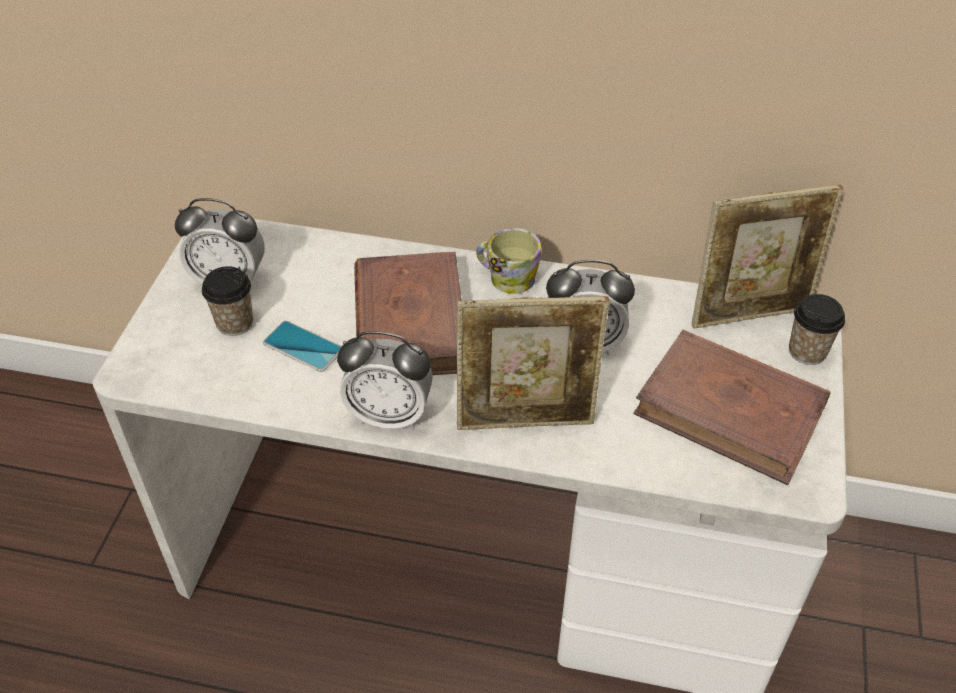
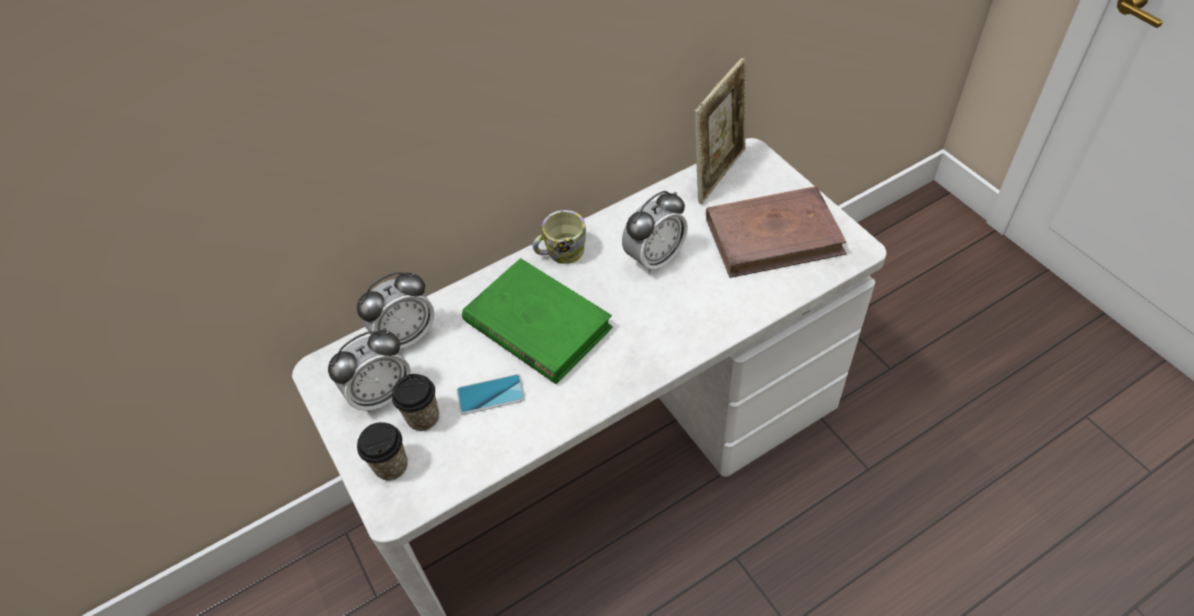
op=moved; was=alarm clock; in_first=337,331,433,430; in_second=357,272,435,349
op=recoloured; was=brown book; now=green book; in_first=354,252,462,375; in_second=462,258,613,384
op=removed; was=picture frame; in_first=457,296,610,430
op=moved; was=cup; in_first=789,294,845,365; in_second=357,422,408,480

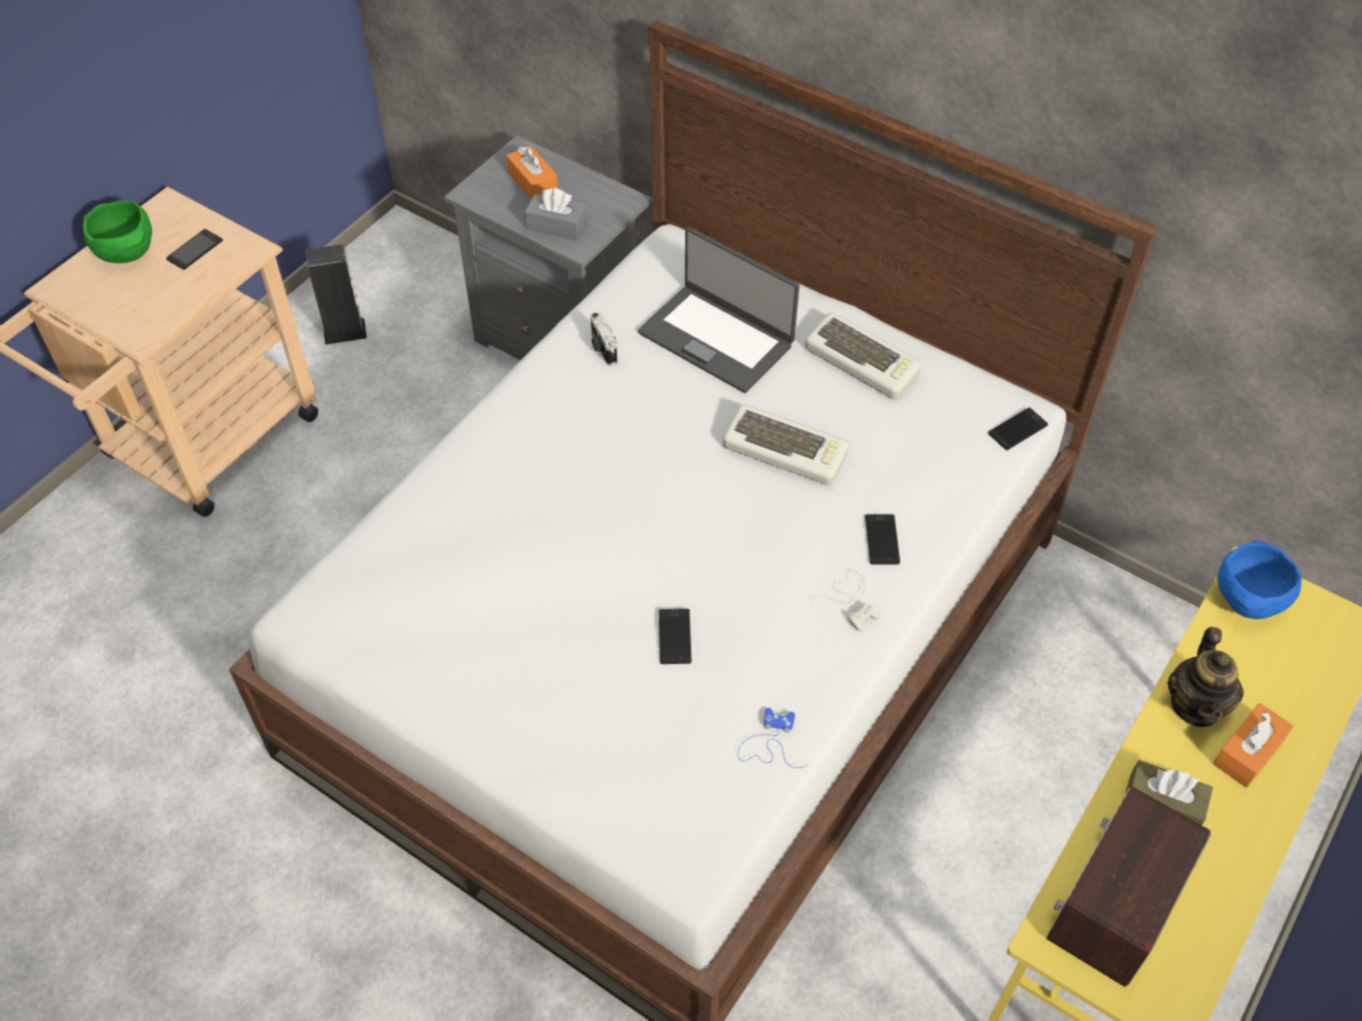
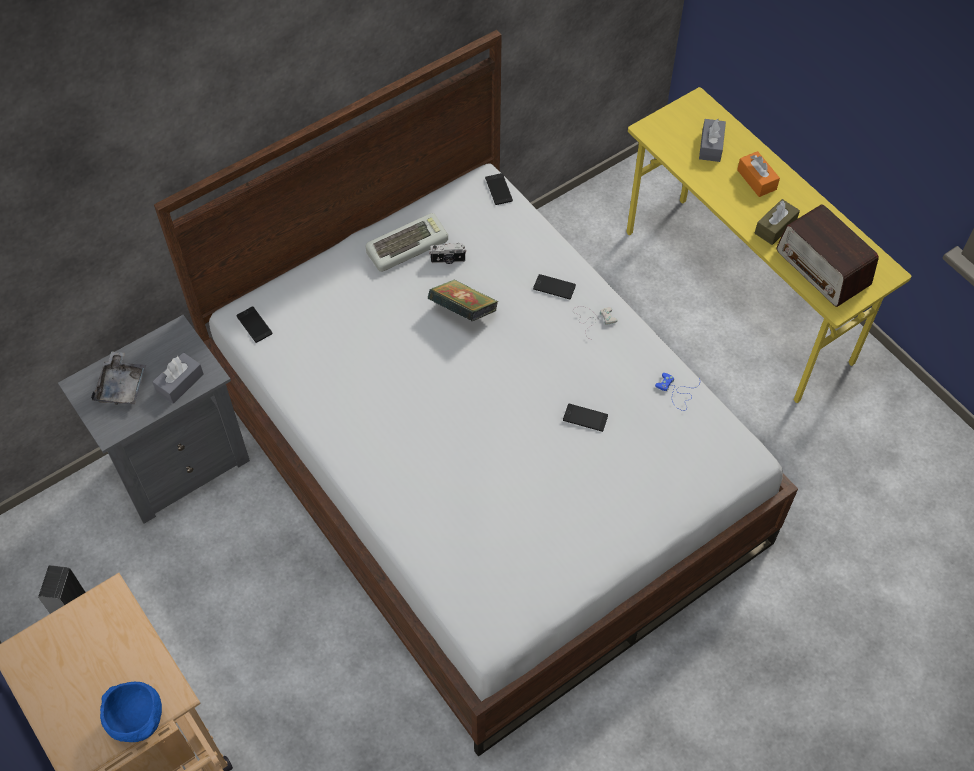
op=removed; was=green bowl; in_first=83,201,152,263
op=moved; was=phone; in_first=166,229,223,270; in_second=236,307,273,343
op=replaced; was=orange tissue box; now=grey tray; in_first=506,146,558,200; in_second=91,351,146,405
op=moved; was=photo camera; in_first=590,312,617,366; in_second=429,243,467,264
op=removed; was=laptop; in_first=638,227,800,393
op=replaced; was=keyboard; now=book; in_first=723,404,849,485; in_second=428,279,498,322
op=removed; was=teapot; in_first=1167,627,1244,727
op=moved; was=blue bowl; in_first=1217,540,1301,619; in_second=100,682,162,742
op=added; now=grey tissue box; in_second=699,119,726,162

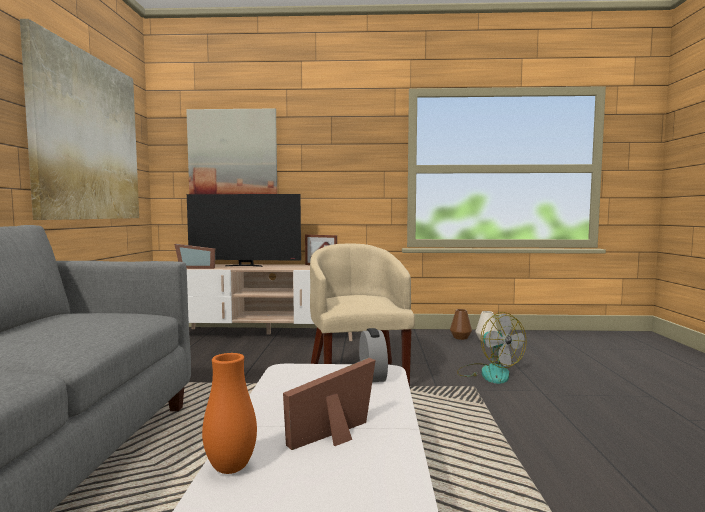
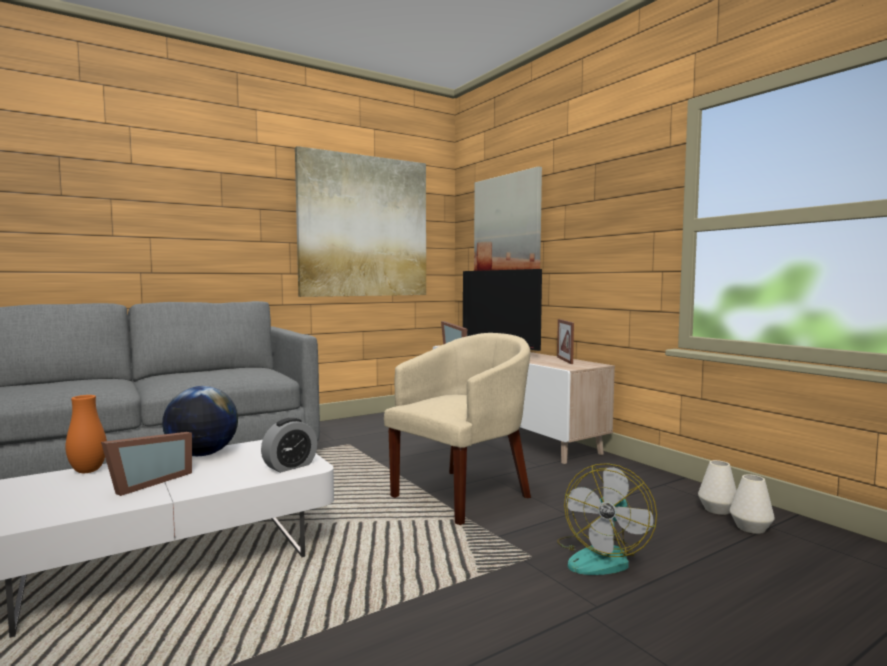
op=turned; was=picture frame; in_first=283,358,376,450; in_second=101,432,192,496; clockwise=105
op=recoloured; was=brown vase; now=white vase; in_first=450,309,472,340; in_second=698,460,737,515
op=added; now=globe; in_second=162,386,238,456

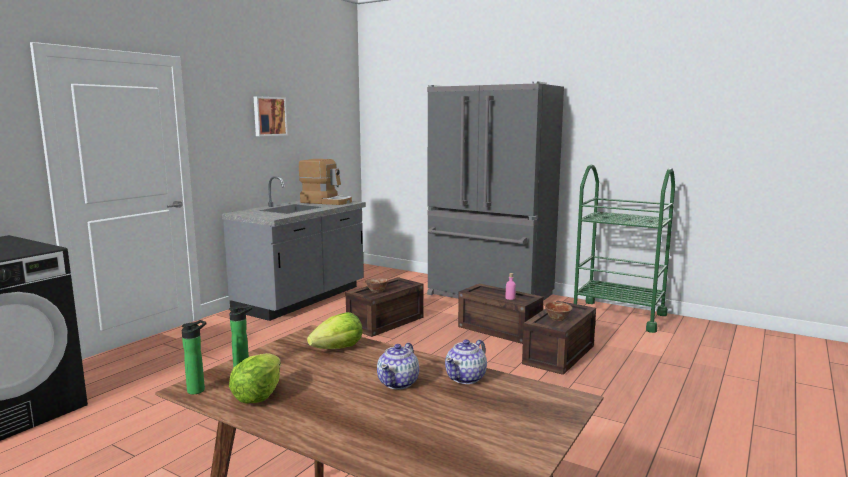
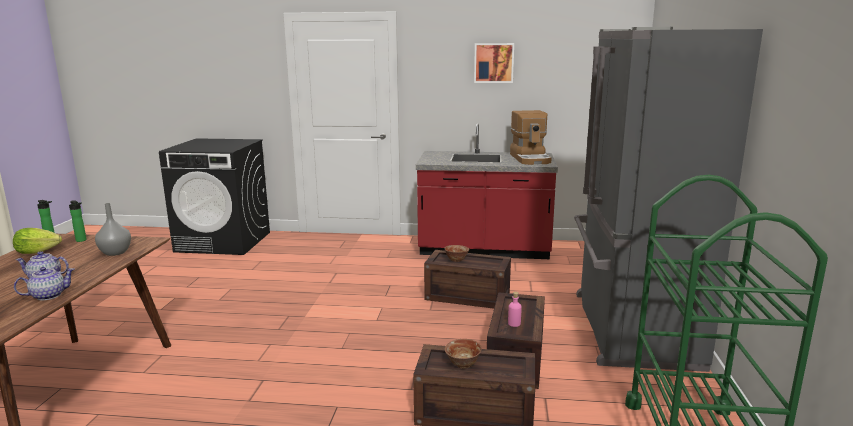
op=recoloured; was=grey counter; now=red counter; in_first=222,176,366,321; in_second=416,123,558,259
op=replaced; was=lettuce; now=grey vase; in_first=307,312,363,349; in_second=95,203,131,256
op=turned; was=teapot; in_first=445,339,487,384; in_second=14,267,75,300; clockwise=135

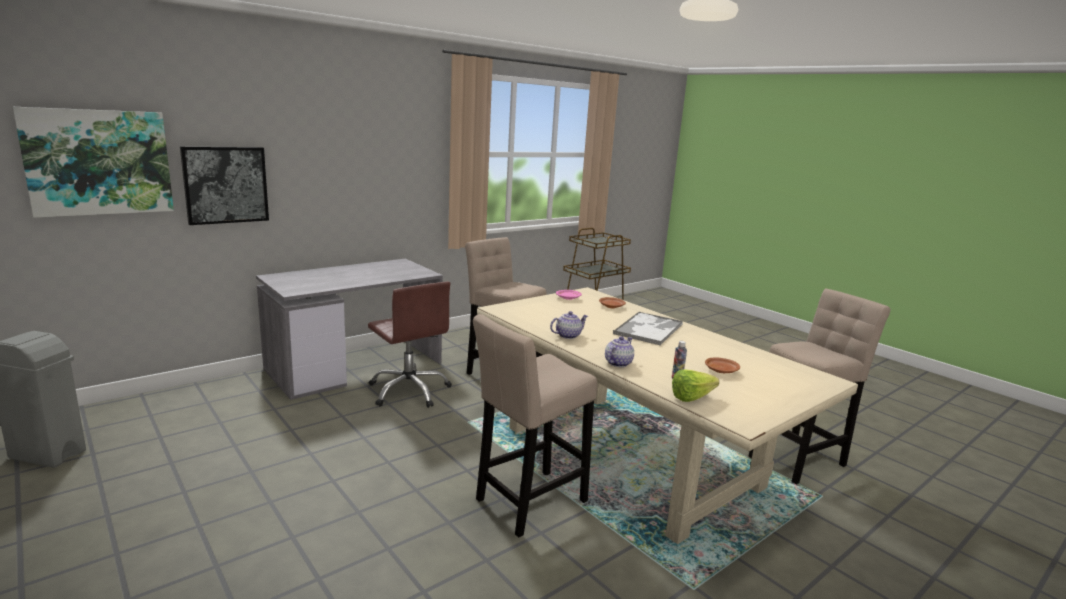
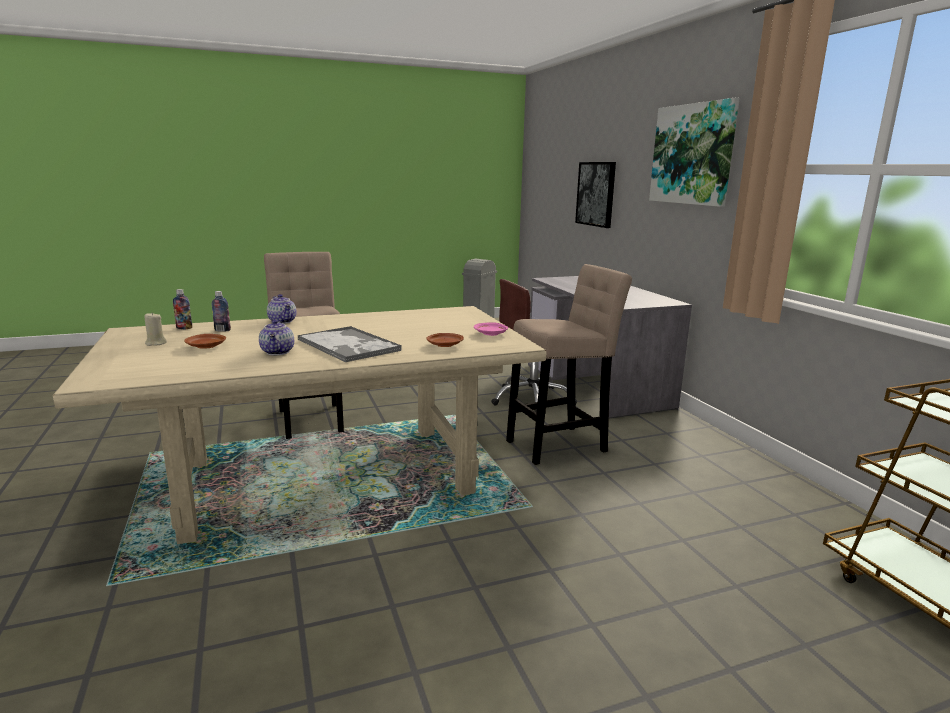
op=moved; was=picture; in_first=13,107,174,218; in_second=649,98,740,207
op=moved; was=teapot; in_first=550,311,588,339; in_second=259,320,294,355
op=replaced; was=lettuce; now=bottle; in_first=672,369,719,402; in_second=173,289,192,329
op=removed; was=beige stool; in_first=748,289,891,484
op=added; now=beige candle; in_second=144,313,167,346

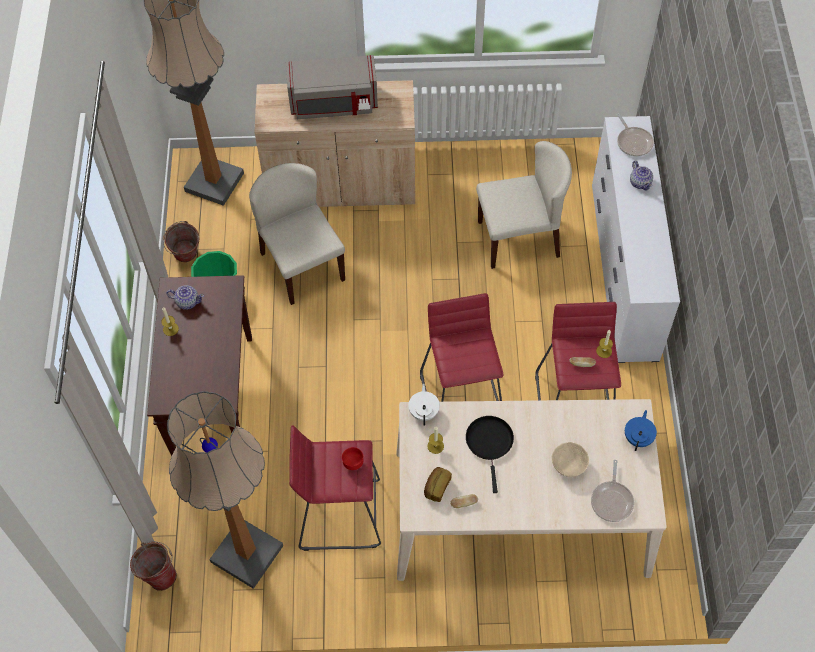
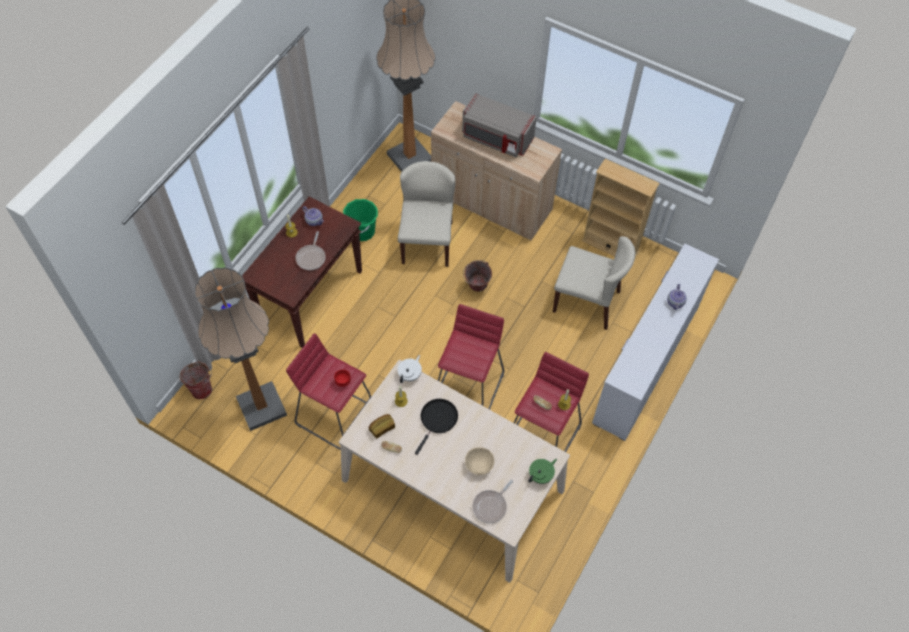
op=moved; was=bucket; in_first=163,221,200,262; in_second=463,260,492,292
op=moved; was=frying pan; in_first=617,113,654,157; in_second=296,231,326,270
op=recoloured; was=blue teapot; now=green teapot; in_first=625,410,657,451; in_second=528,459,557,484
op=added; now=beige bookcase; in_second=582,159,660,257

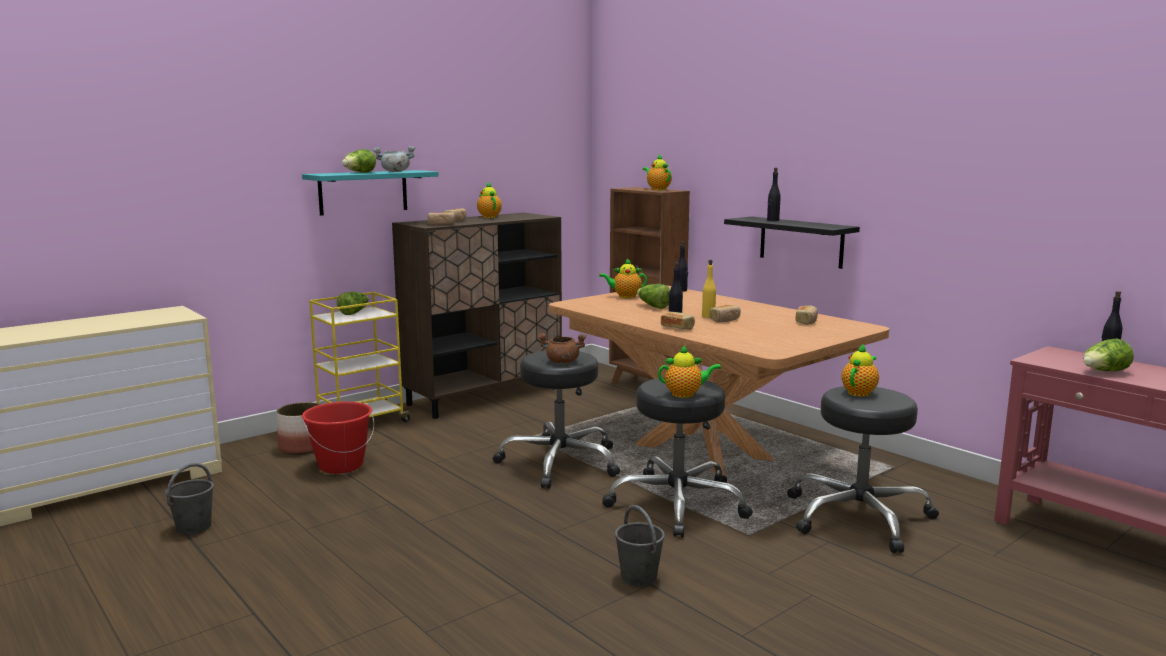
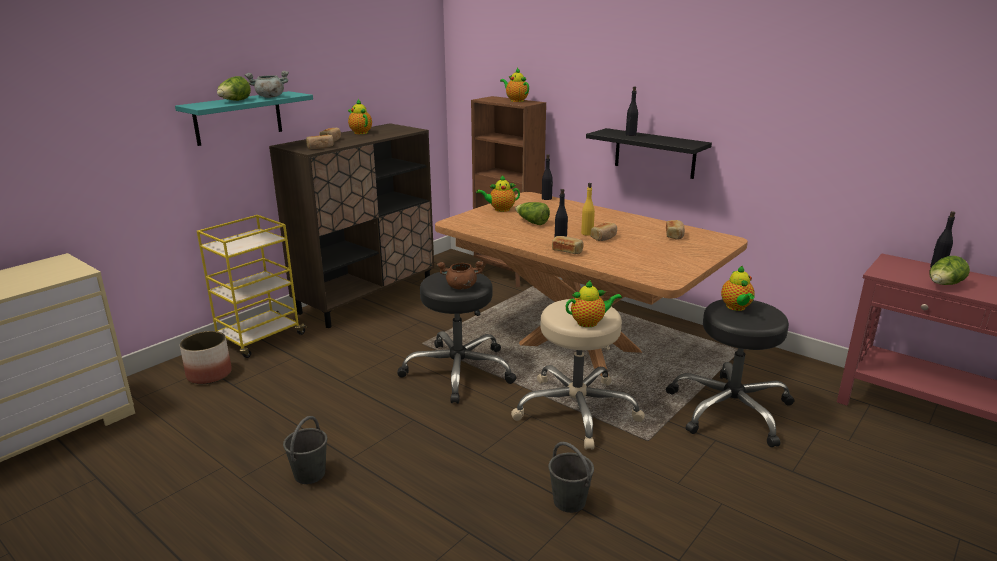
op=moved; was=grey bucket; in_first=165,463,214,535; in_second=283,416,327,484
op=removed; was=red bucket; in_first=302,402,374,474
op=removed; was=lettuce; in_first=337,292,369,315
op=recoloured; was=black stool; now=beige stool; in_first=603,377,753,537; in_second=511,299,645,450
op=turned; was=teapot; in_first=841,343,879,397; in_second=721,266,755,311; clockwise=150

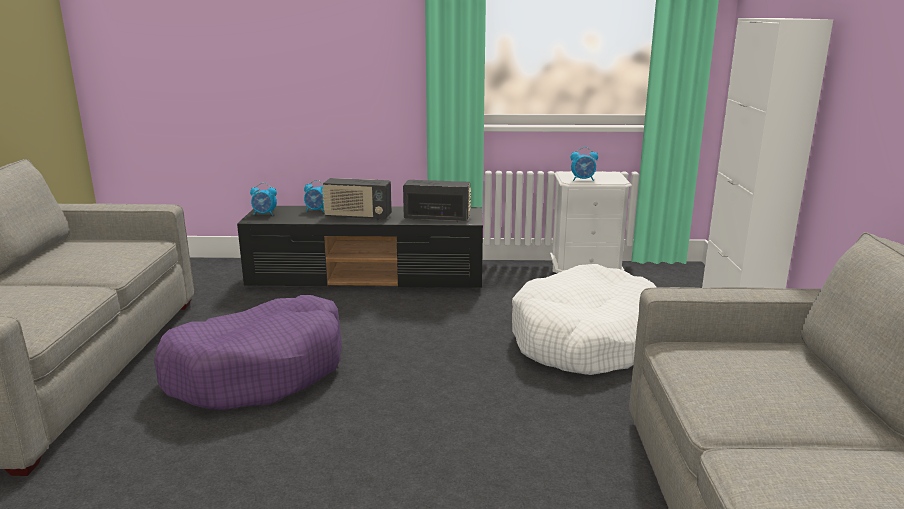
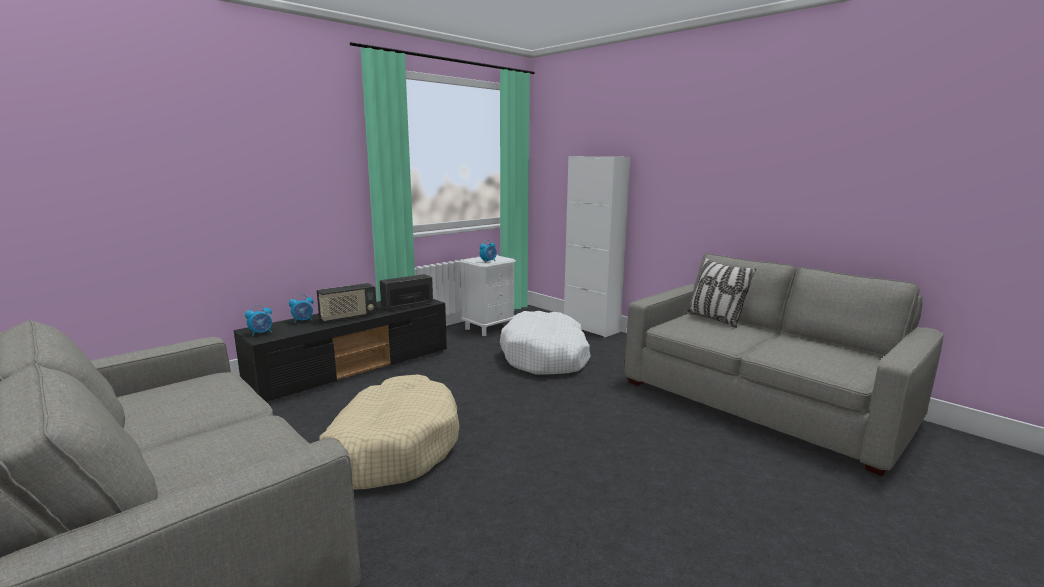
op=recoloured; was=purple dog bed; now=beige dog bed; in_first=154,295,342,410; in_second=319,374,460,490
op=added; now=pillow; in_second=686,258,756,328

